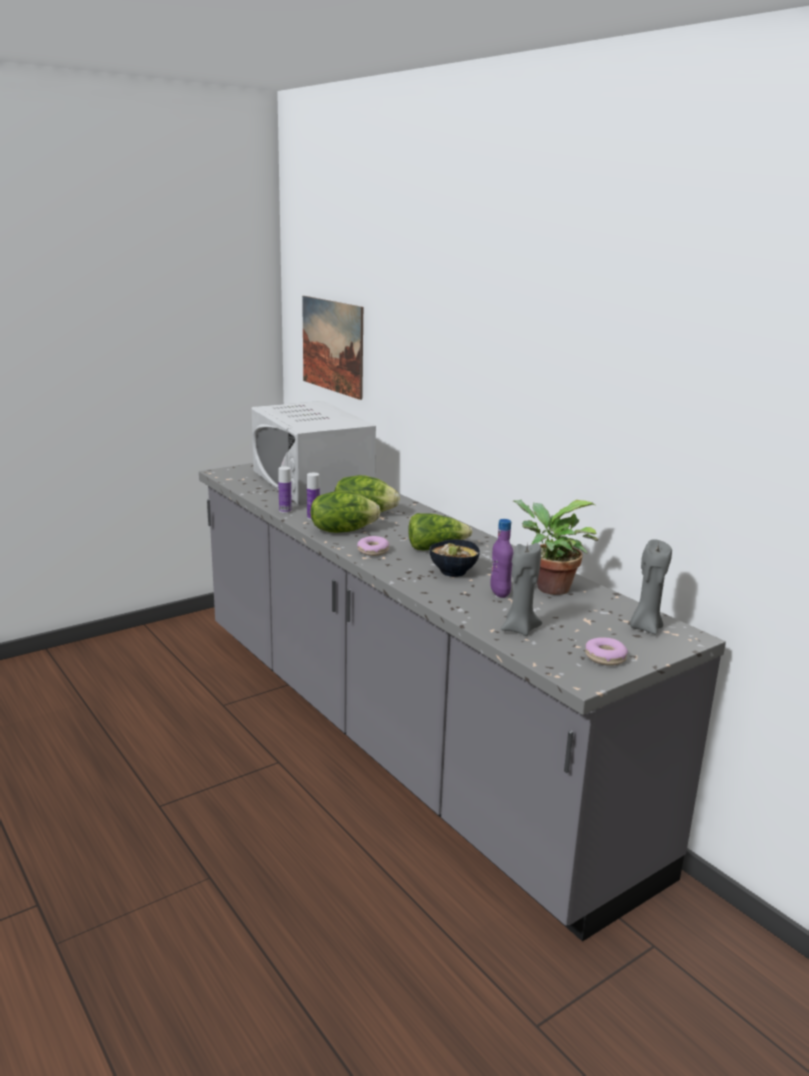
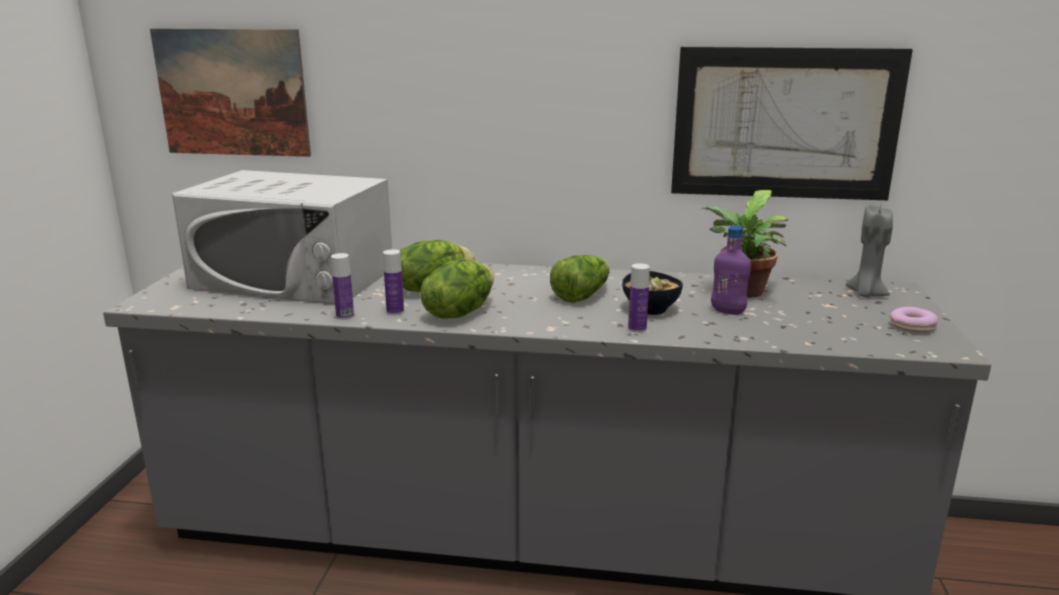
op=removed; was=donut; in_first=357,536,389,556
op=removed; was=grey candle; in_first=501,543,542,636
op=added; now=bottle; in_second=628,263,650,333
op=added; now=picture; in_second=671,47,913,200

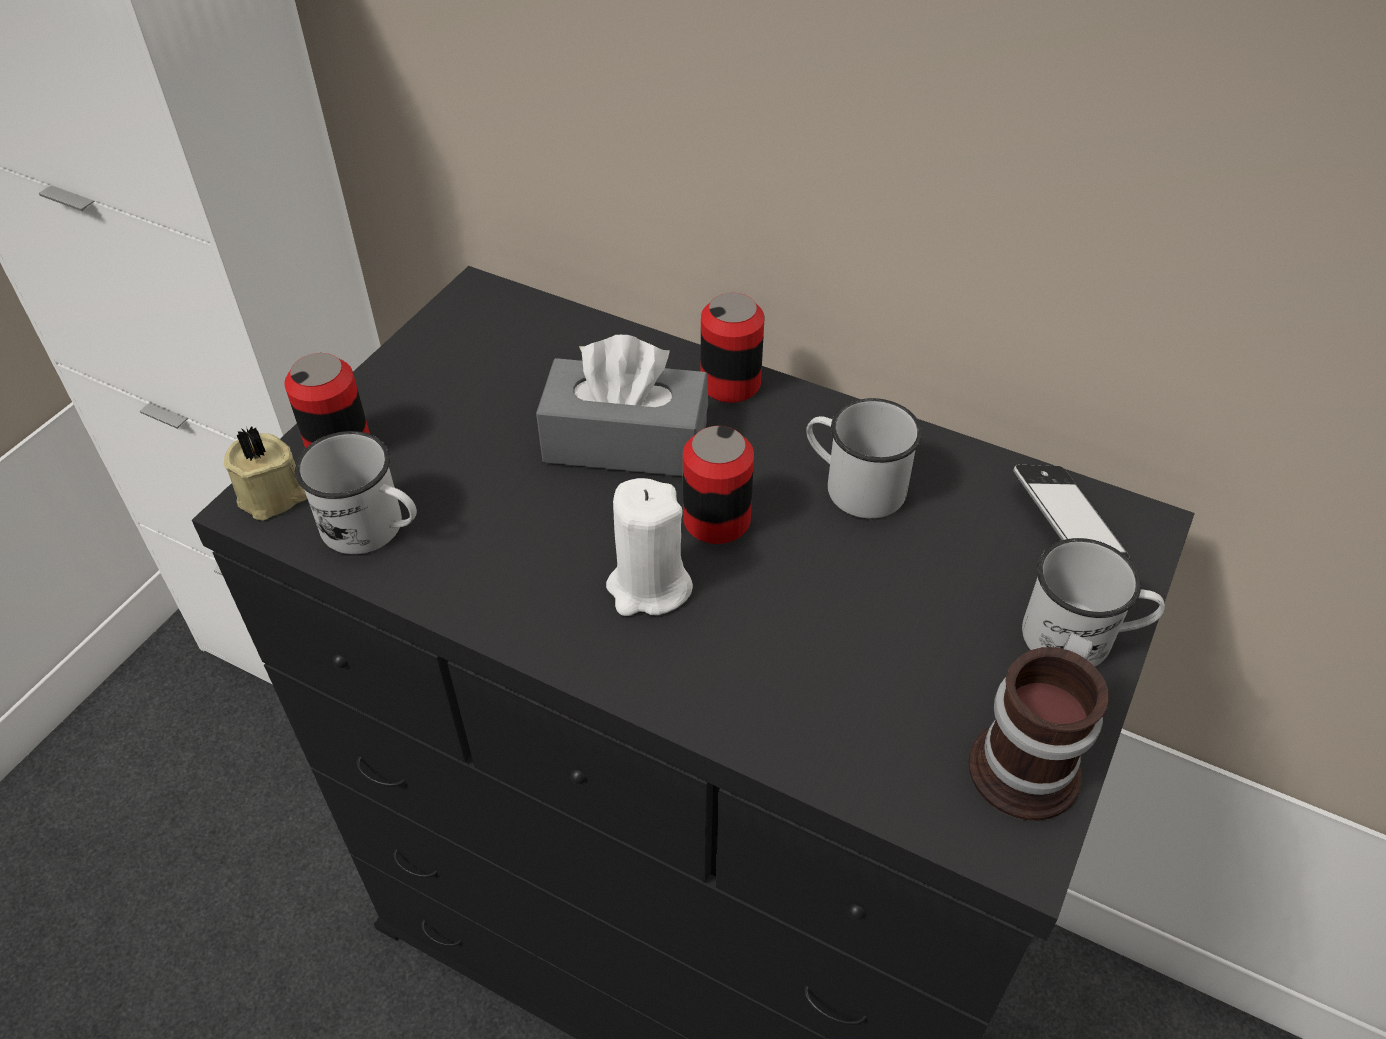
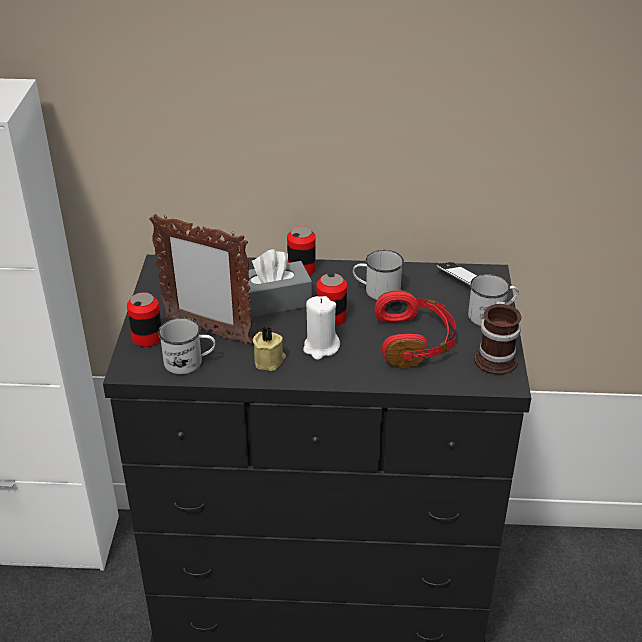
op=moved; was=beige candle; in_first=224,426,307,521; in_second=253,326,286,371
op=added; now=picture frame; in_second=149,214,253,345
op=added; now=red headphones; in_second=375,290,456,367

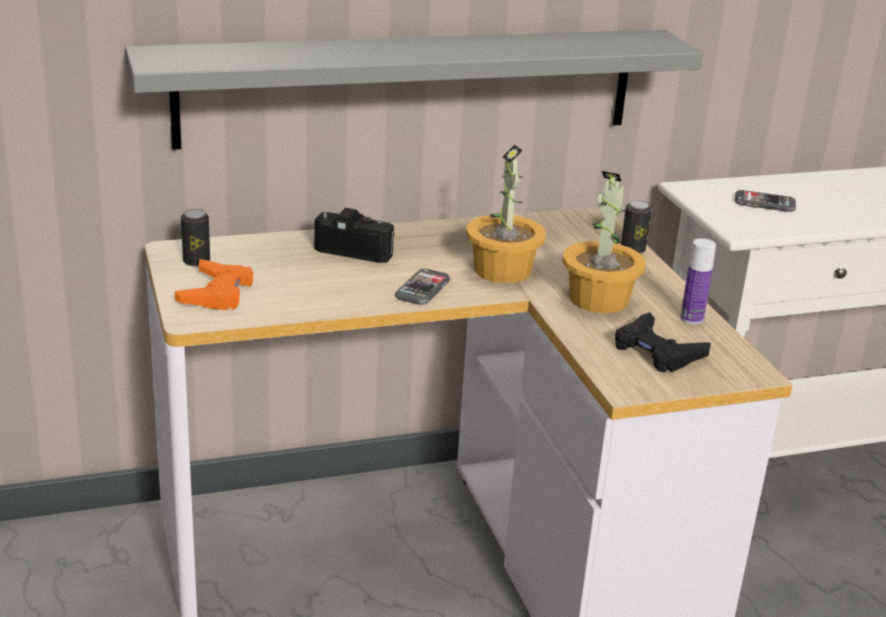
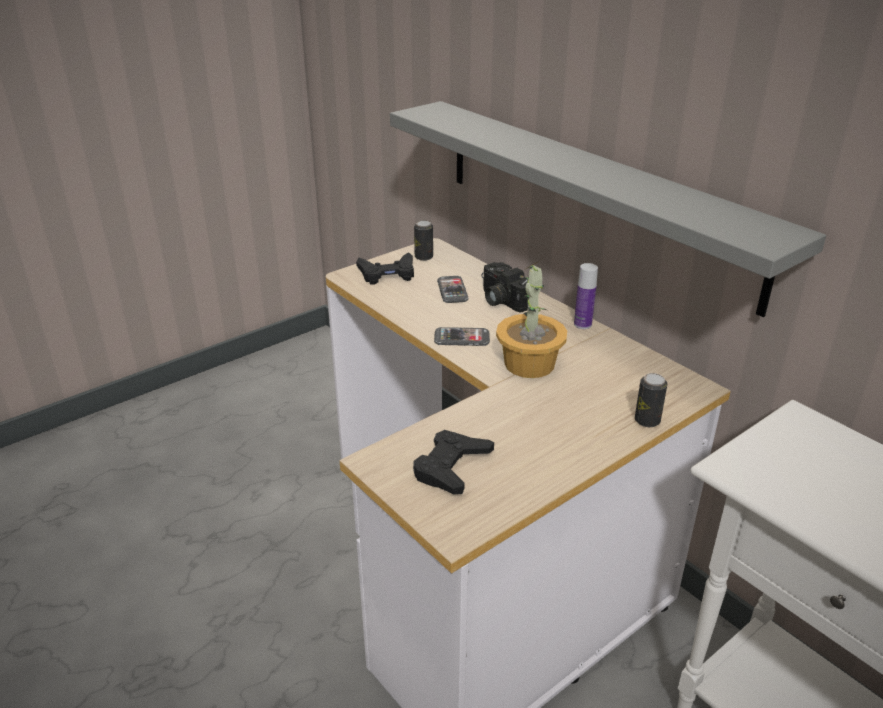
op=recoloured; was=orange game controller; now=black game controller; in_first=175,259,253,310; in_second=356,252,414,285
op=turned; was=photo camera; in_first=314,208,394,263; in_second=481,262,529,313; clockwise=150
op=removed; was=potted plant; in_first=562,171,646,313
op=moved; was=bottle; in_first=680,238,716,324; in_second=574,263,598,329
op=moved; was=phone; in_first=735,190,796,212; in_second=437,276,469,303

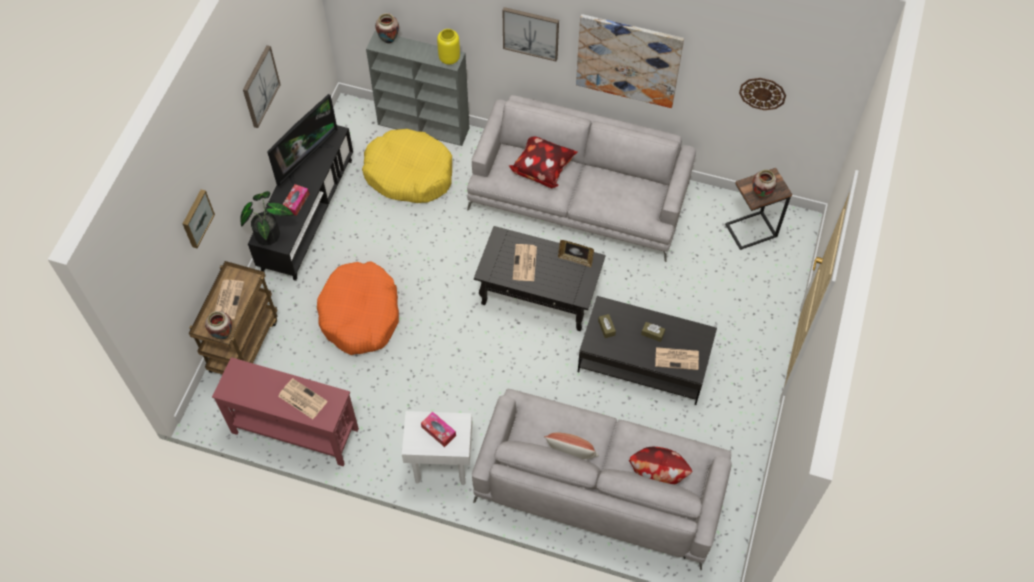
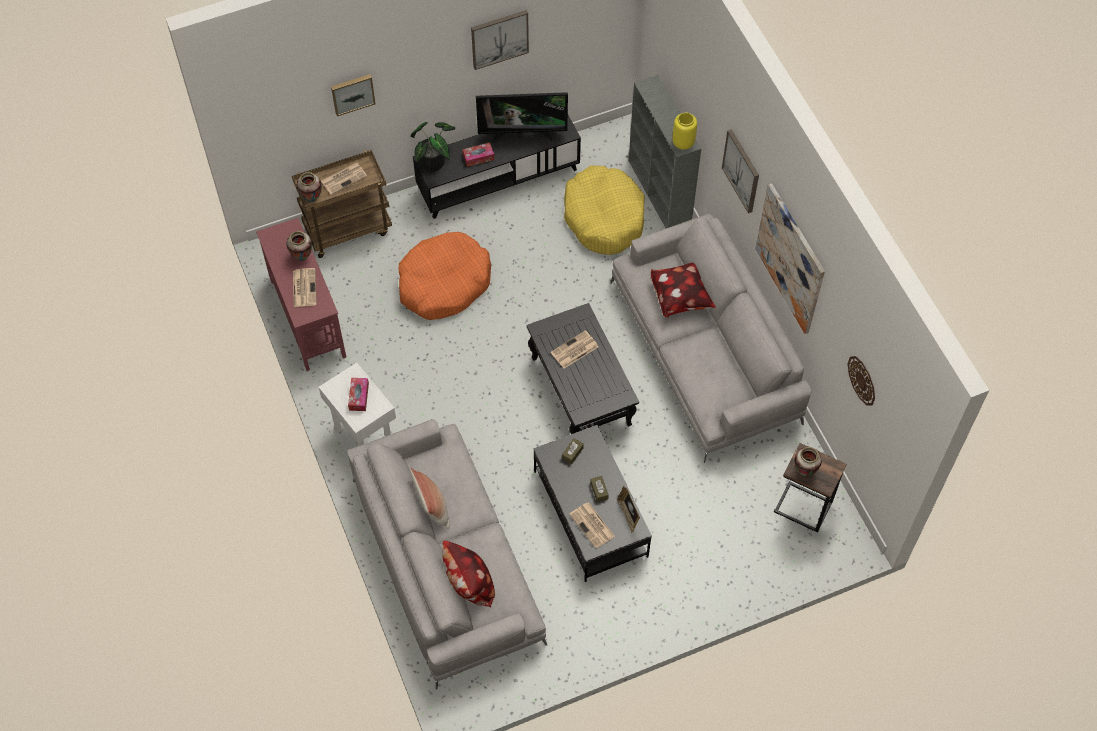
op=moved; was=vase; in_first=375,13,399,44; in_second=286,231,312,261
op=moved; was=picture frame; in_first=558,240,594,268; in_second=617,486,640,533

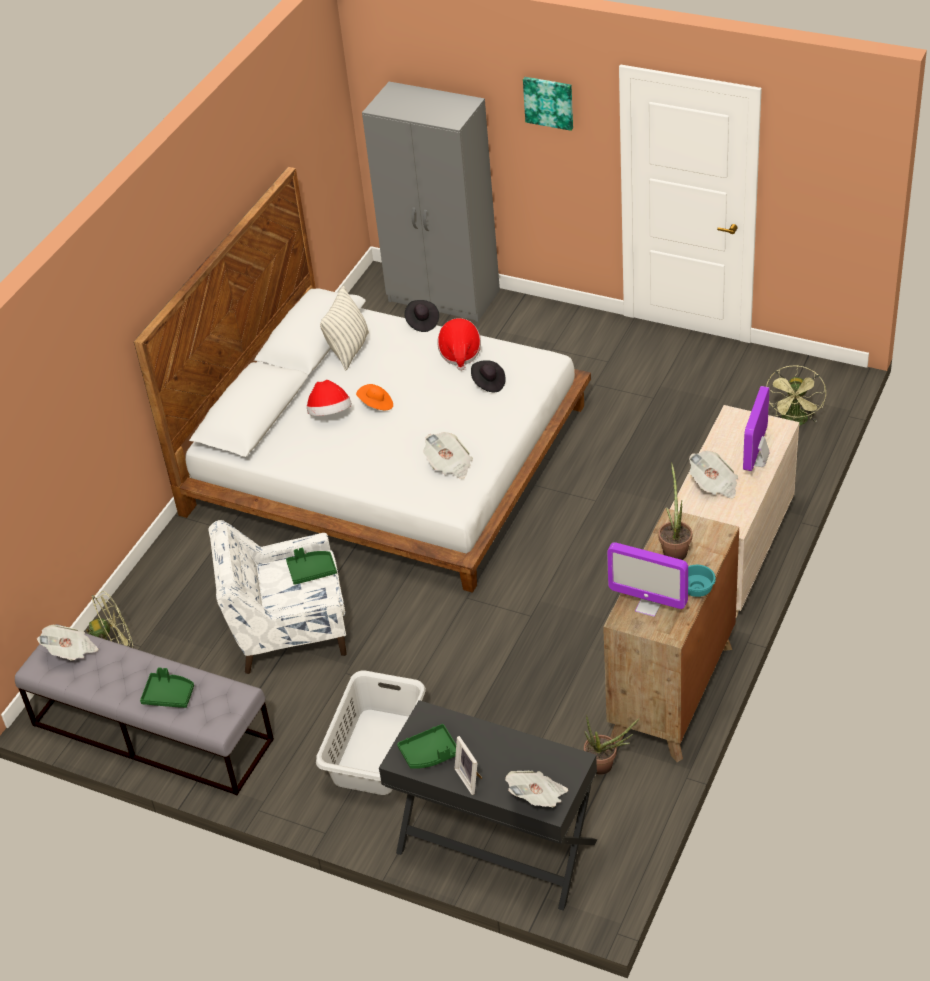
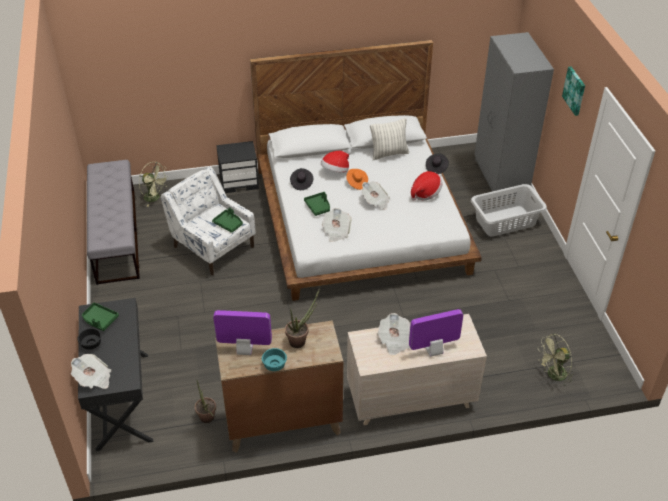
op=moved; was=newspaper; in_first=37,625,98,661; in_second=362,181,390,209
op=moved; was=green tray; in_first=140,668,194,708; in_second=304,192,330,216
op=moved; was=grey laundry basket; in_first=316,670,426,795; in_second=471,184,547,237
op=replaced; was=picture frame; now=black bowl; in_first=454,736,482,795; in_second=77,328,102,350
op=moved; was=black hat; in_first=471,360,506,392; in_second=290,168,313,190
op=turned; was=monitor; in_first=607,542,688,617; in_second=213,310,272,355; clockwise=105
op=added; now=black nightstand; in_second=216,141,259,193

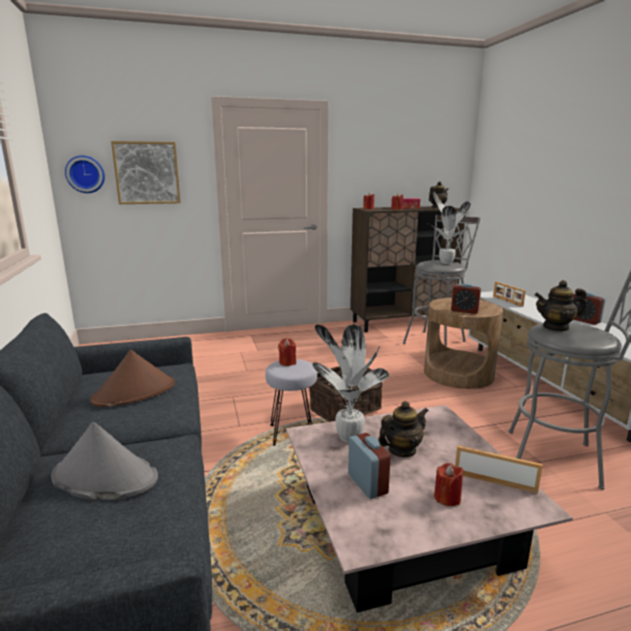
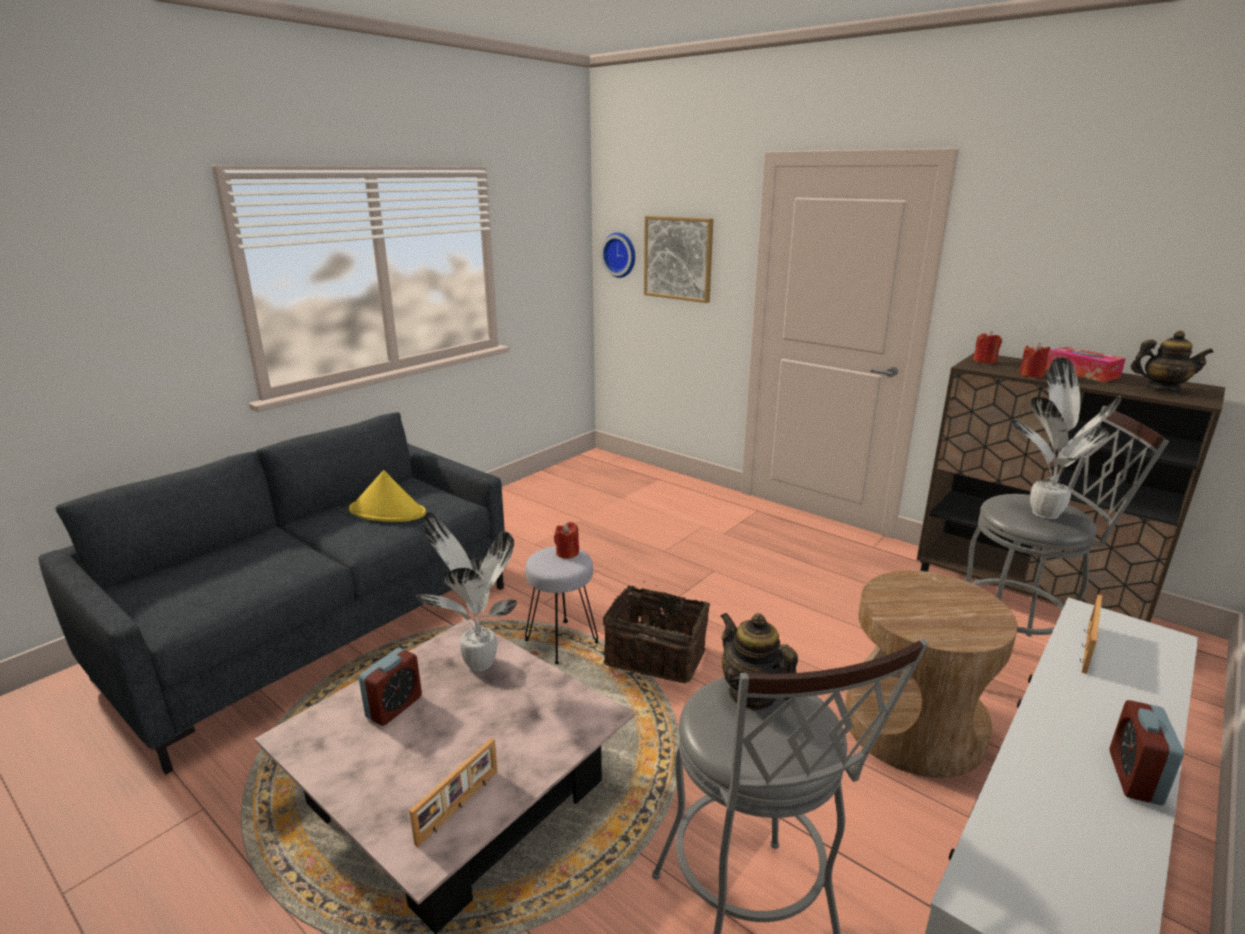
op=removed; was=grey hat; in_first=51,422,158,500
op=recoloured; was=brown hat; now=yellow hat; in_first=90,350,175,407; in_second=349,470,426,522
op=removed; was=teapot; in_first=378,401,429,457
op=removed; was=red candle; in_first=434,463,464,506
op=removed; was=alarm clock; in_first=451,283,481,314
op=turned; was=picture frame; in_first=455,446,543,494; in_second=409,738,498,847; clockwise=45

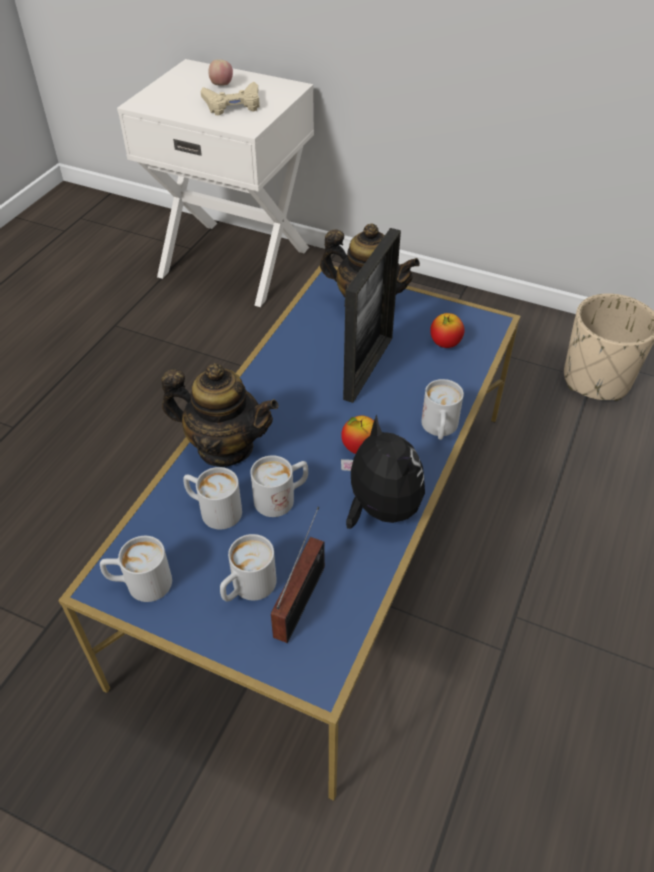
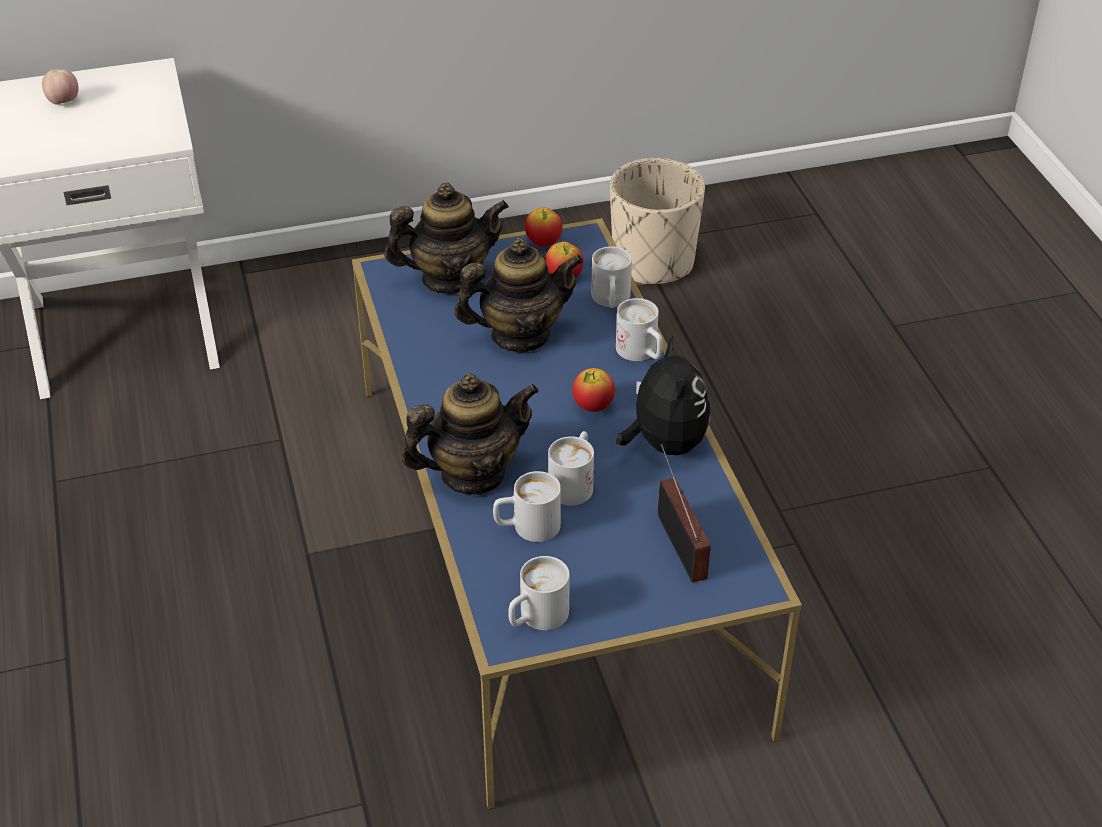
op=removed; was=beige game controller; in_first=201,82,260,116
op=moved; was=white mug; in_first=220,534,277,601; in_second=591,246,632,308
op=turned; was=plush toy; in_first=341,414,425,529; in_second=616,336,711,455; clockwise=60
op=replaced; was=picture frame; now=teapot; in_first=343,228,401,403; in_second=454,238,583,352
op=added; now=apple; in_second=525,207,563,247

